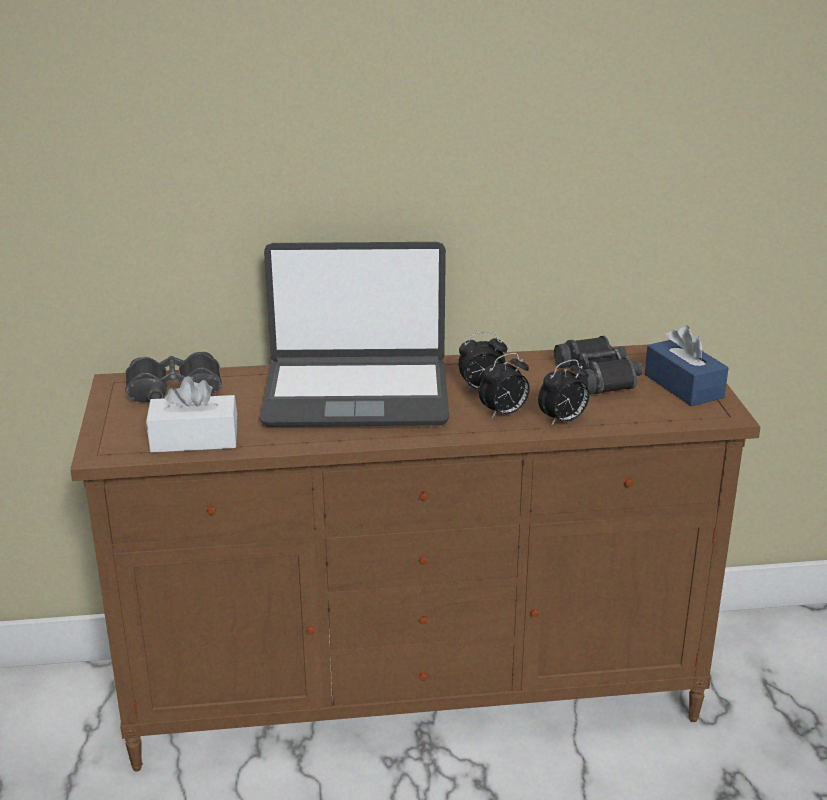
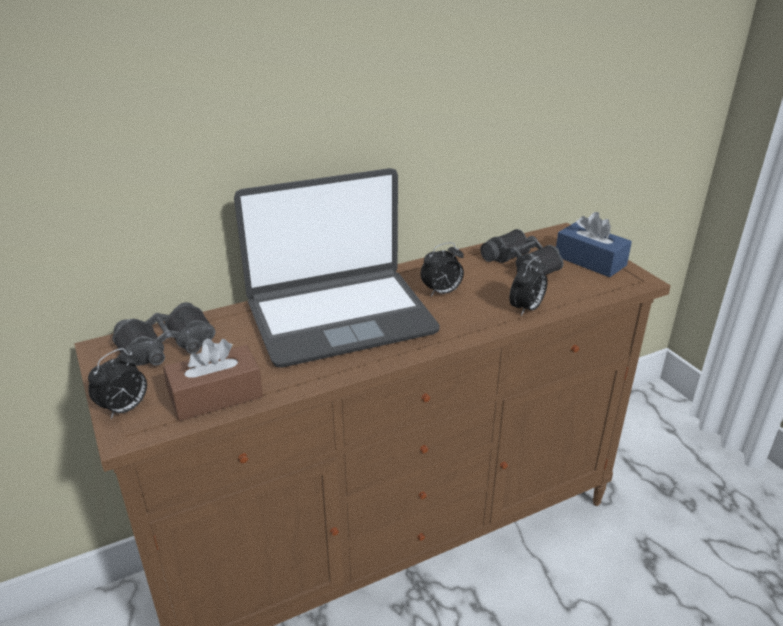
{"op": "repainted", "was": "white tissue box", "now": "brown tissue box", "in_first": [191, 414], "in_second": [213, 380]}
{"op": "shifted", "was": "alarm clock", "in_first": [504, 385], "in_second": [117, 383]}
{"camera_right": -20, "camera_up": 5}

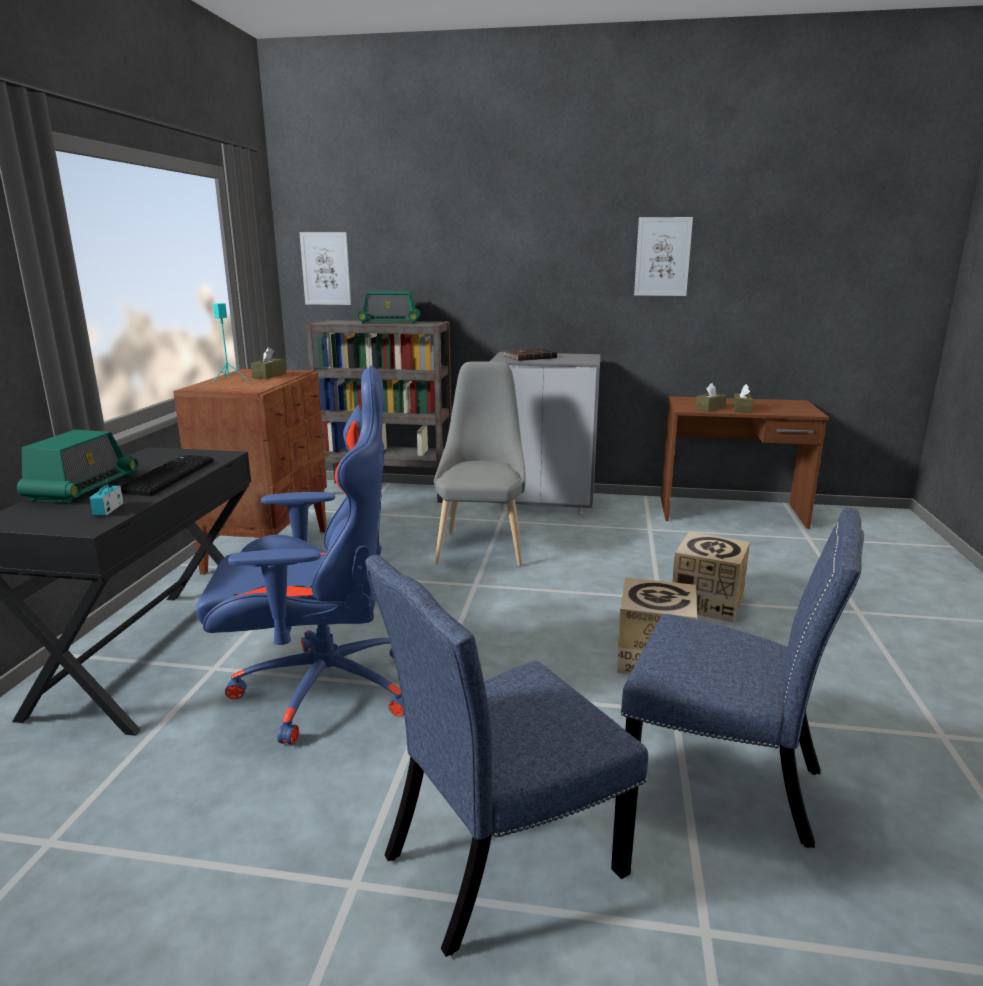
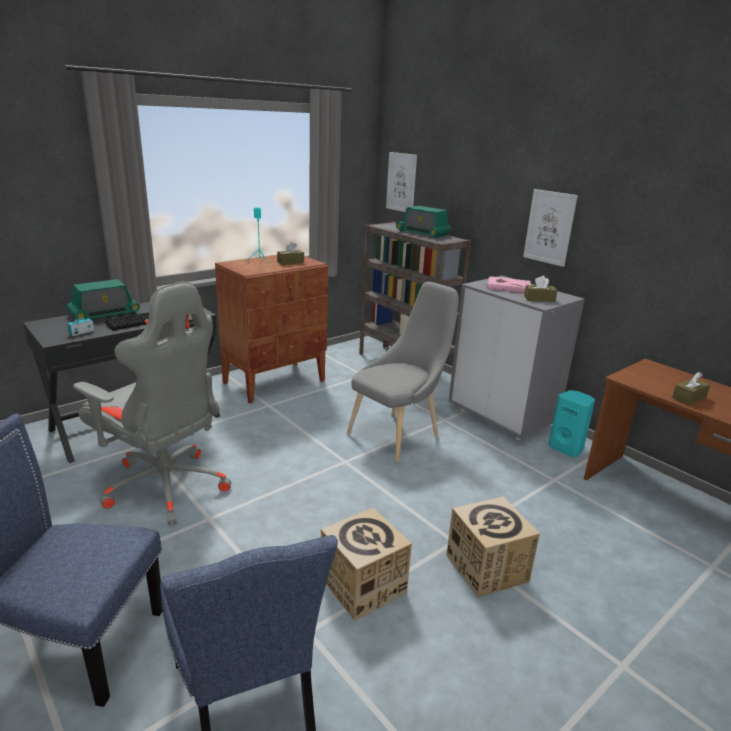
{"op": "repainted", "was": "blue office chair", "now": "grey office chair", "in_first": [300, 555], "in_second": [152, 403]}
{"op": "repainted", "was": "brown book", "now": "pink book", "in_first": [529, 354], "in_second": [508, 284]}
{"op": "shifted", "was": "picture", "in_first": [663, 256], "in_second": [550, 228]}
{"op": "shifted", "was": "brown tissue box", "in_first": [711, 397], "in_second": [541, 289]}
{"op": "new", "now": "turquoise speaker", "in_second": [572, 423]}
{"camera_right": 40, "camera_up": 5}

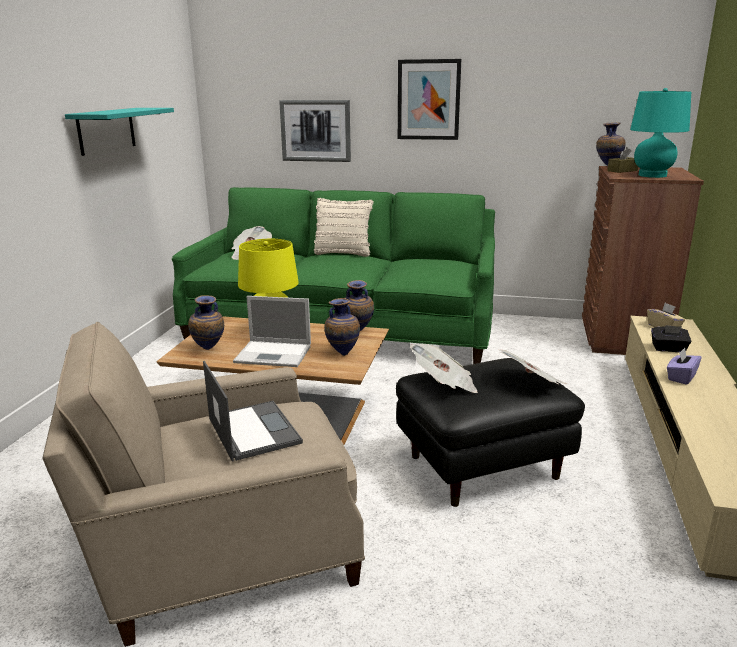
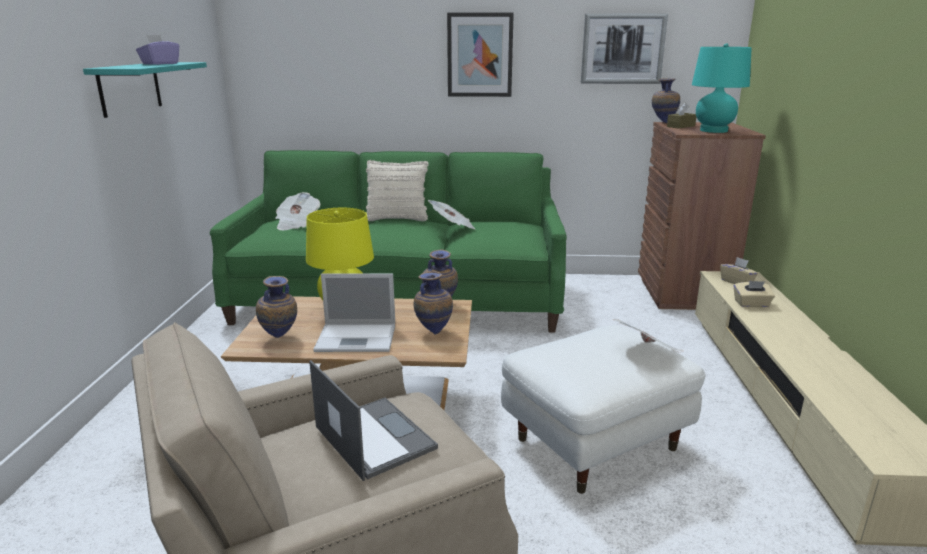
{"op": "shifted", "was": "picture", "in_first": [315, 131], "in_second": [624, 49]}
{"op": "repainted", "was": "black ottoman", "now": "white ottoman", "in_first": [490, 432], "in_second": [603, 409]}
{"op": "shifted", "was": "newspaper", "in_first": [444, 368], "in_second": [451, 214]}
{"op": "repainted", "was": "black tissue box", "now": "beige tissue box", "in_first": [671, 338], "in_second": [754, 294]}
{"op": "shifted", "was": "purple tissue box", "in_first": [684, 366], "in_second": [157, 50]}
{"camera_right": -10, "camera_up": 0}

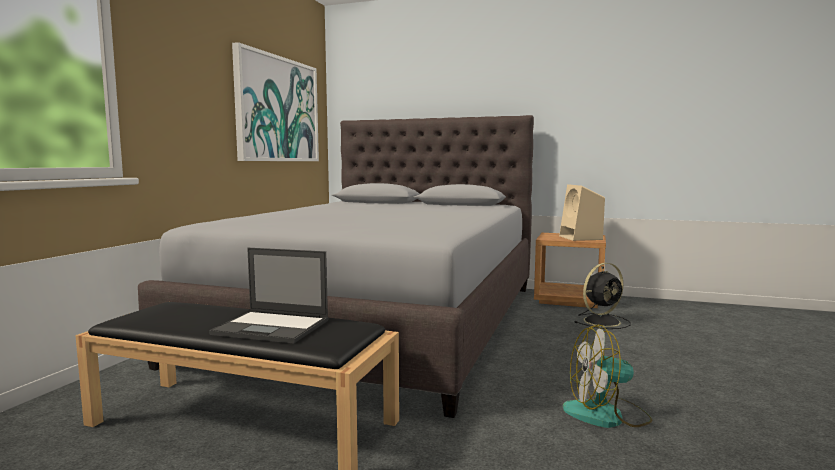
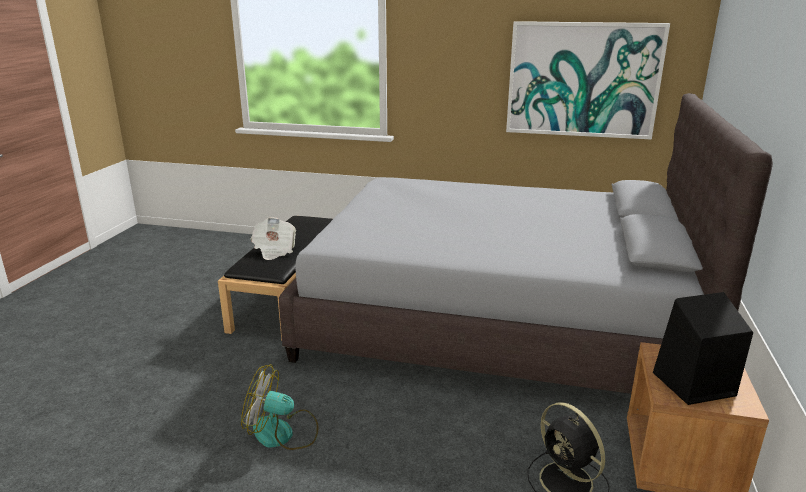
{"op": "swapped", "was": "laptop", "now": "newspaper", "in_first": [268, 295], "in_second": [273, 238]}
{"op": "repainted", "was": "beige speaker", "now": "black speaker", "in_first": [582, 212], "in_second": [703, 348]}
{"op": "rotated", "was": "fan", "in_first": [607, 376], "in_second": [279, 407], "clockwise": -75}
{"camera_right": 85, "camera_up": 15}

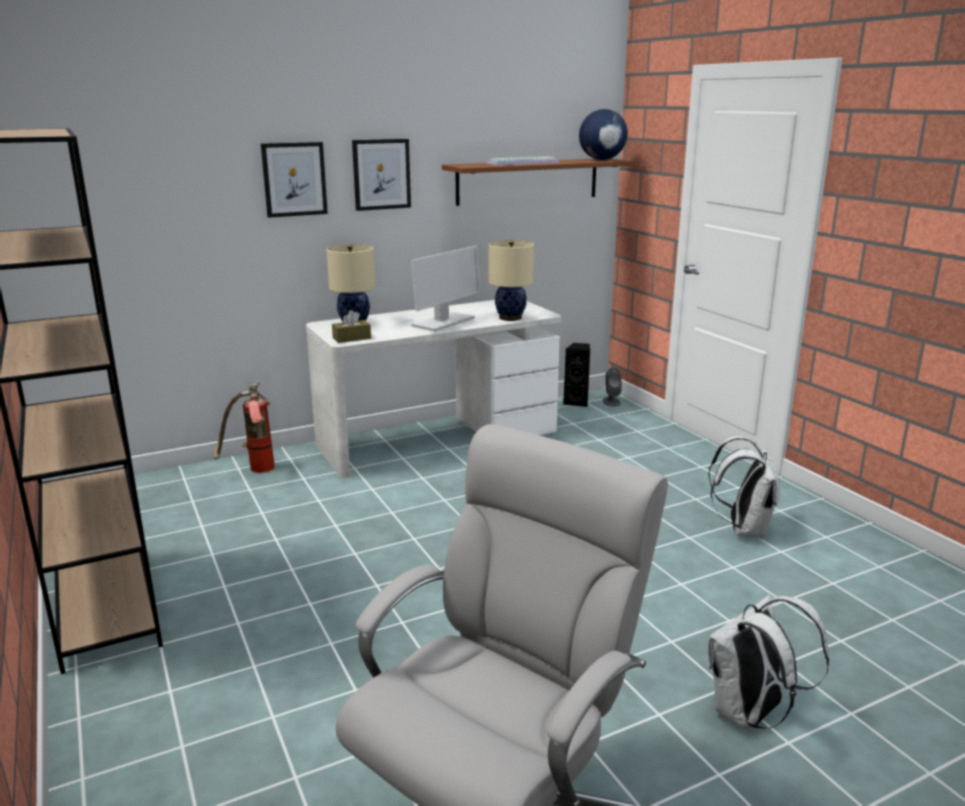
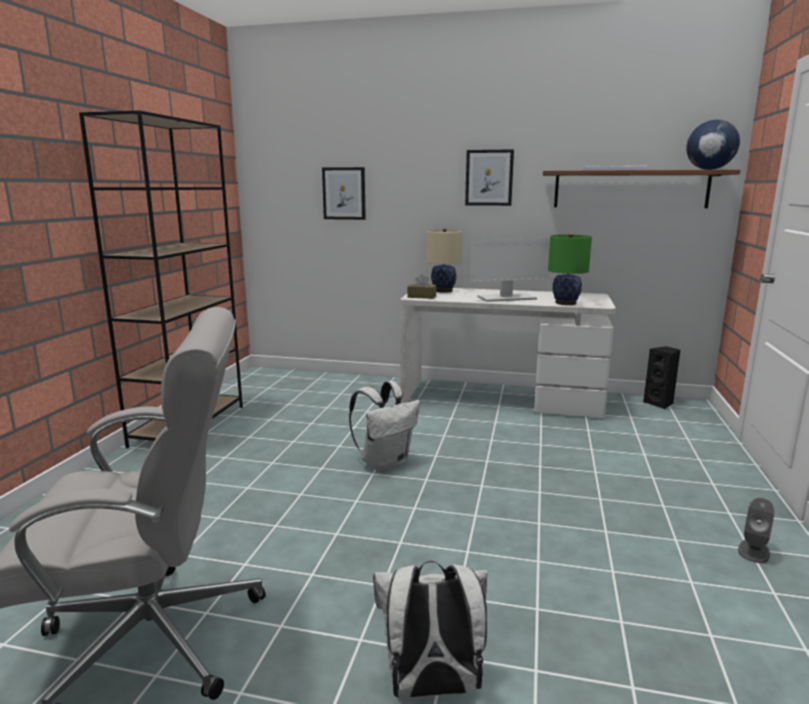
{"op": "gone", "was": "fire extinguisher", "in_first": [244, 428]}
{"op": "shifted", "was": "picture", "in_first": [294, 180], "in_second": [344, 193]}
{"op": "repainted", "was": "beige table lamp", "now": "green table lamp", "in_first": [511, 280], "in_second": [570, 269]}
{"op": "shifted", "was": "grey speaker", "in_first": [612, 386], "in_second": [756, 530]}
{"op": "shifted", "was": "white backpack", "in_first": [744, 487], "in_second": [384, 426]}
{"camera_right": 40, "camera_up": -5}

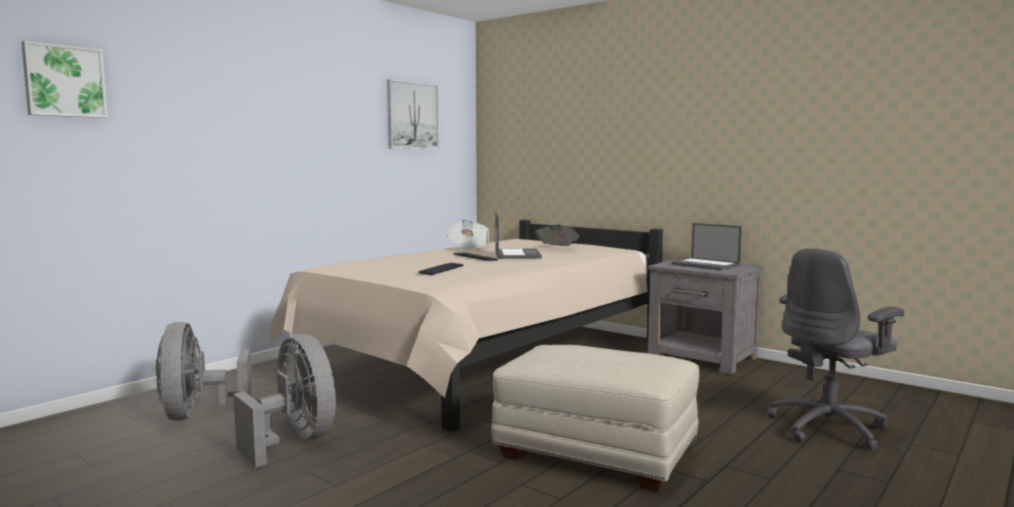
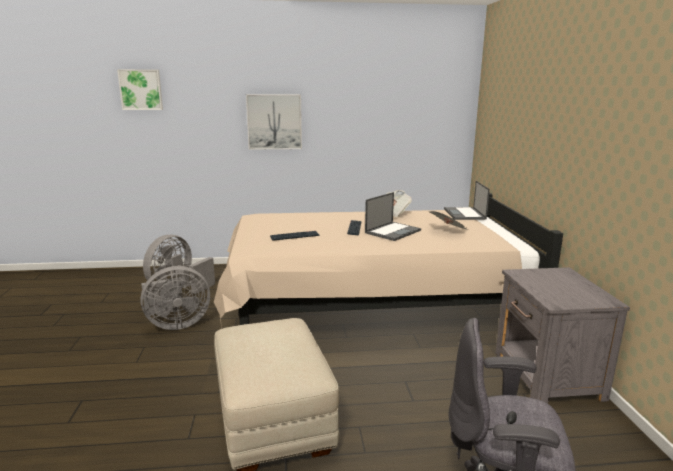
{"op": "rotated", "was": "grey fan", "in_first": [284, 401], "in_second": [175, 298], "clockwise": 60}
{"op": "shifted", "was": "picture", "in_first": [413, 114], "in_second": [274, 122]}
{"op": "shifted", "was": "laptop", "in_first": [707, 246], "in_second": [467, 200]}
{"camera_right": 45, "camera_up": 10}

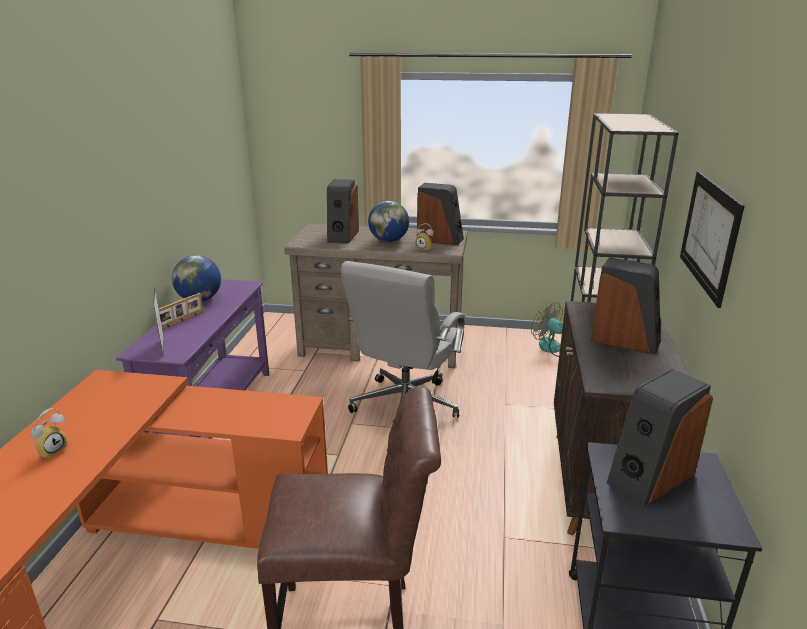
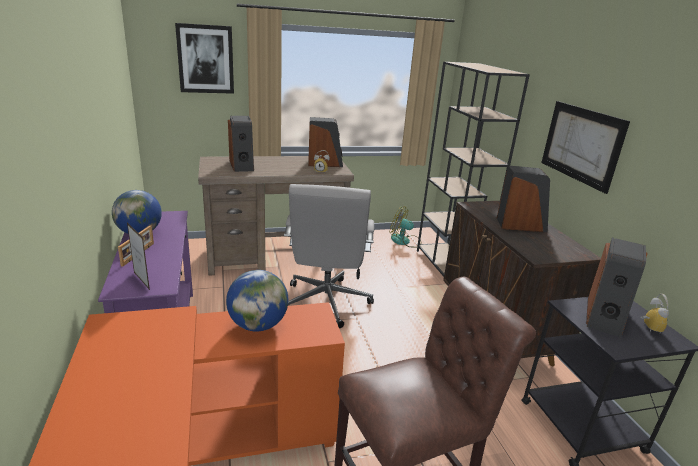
{"op": "shifted", "was": "alarm clock", "in_first": [49, 433], "in_second": [654, 313]}
{"op": "shifted", "was": "globe", "in_first": [388, 221], "in_second": [257, 300]}
{"op": "new", "now": "picture", "in_second": [204, 58]}
{"camera_right": -25, "camera_up": 0}

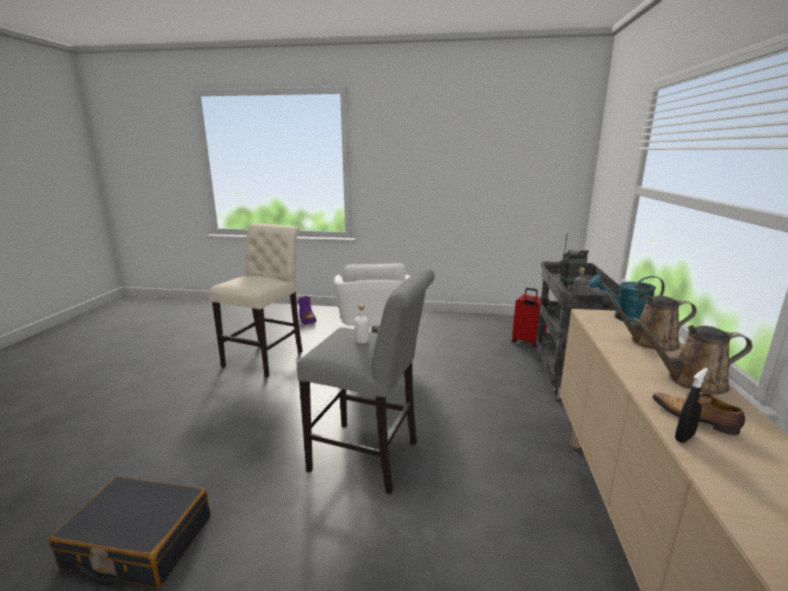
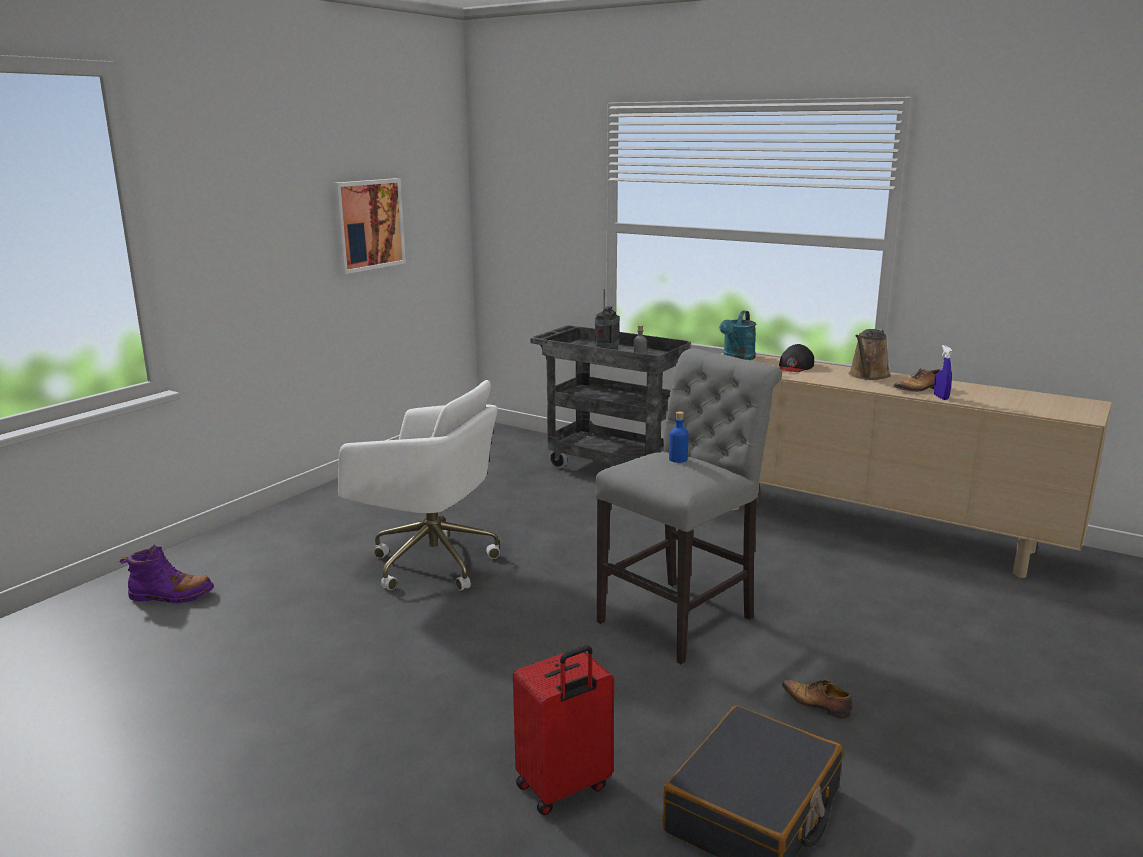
{"op": "gone", "was": "beige stool", "in_first": [256, 300]}
{"op": "repainted", "was": "white bottle", "now": "blue bottle", "in_first": [362, 323], "in_second": [679, 437]}
{"op": "shifted", "was": "red suitcase", "in_first": [531, 317], "in_second": [563, 730]}
{"op": "swapped", "was": "brown watering can", "now": "black cap", "in_first": [649, 320], "in_second": [796, 358]}
{"op": "repainted", "was": "black spray bottle", "now": "blue spray bottle", "in_first": [691, 405], "in_second": [943, 372]}
{"op": "new", "now": "picture", "in_second": [369, 226]}
{"op": "new", "now": "shoe", "in_second": [817, 699]}
{"camera_right": -65, "camera_up": 0}

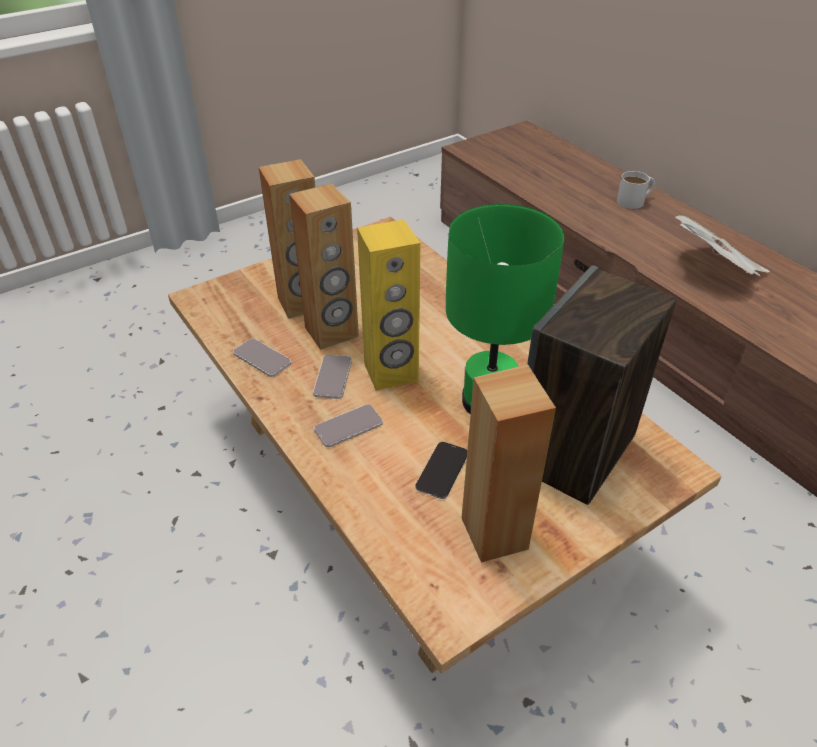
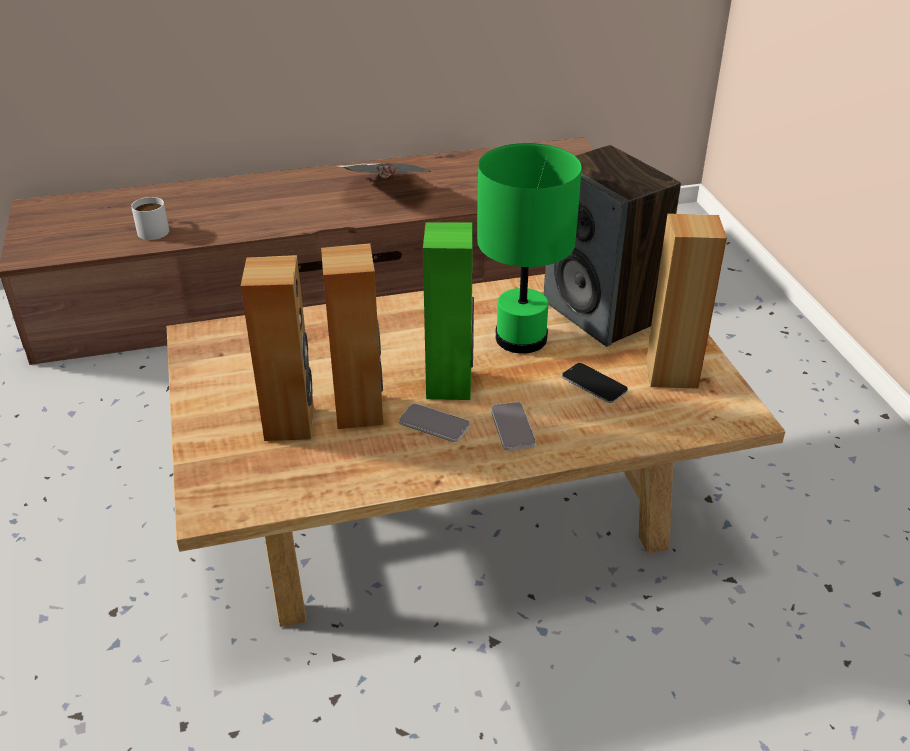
{"op": "gone", "was": "phone", "in_first": [262, 357]}
{"op": "repainted", "was": "yellow speaker", "now": "green speaker", "in_first": [388, 305], "in_second": [448, 311]}
{"op": "shifted", "was": "white mug", "in_first": [636, 190], "in_second": [150, 218]}
{"camera_right": -70, "camera_up": -5}

